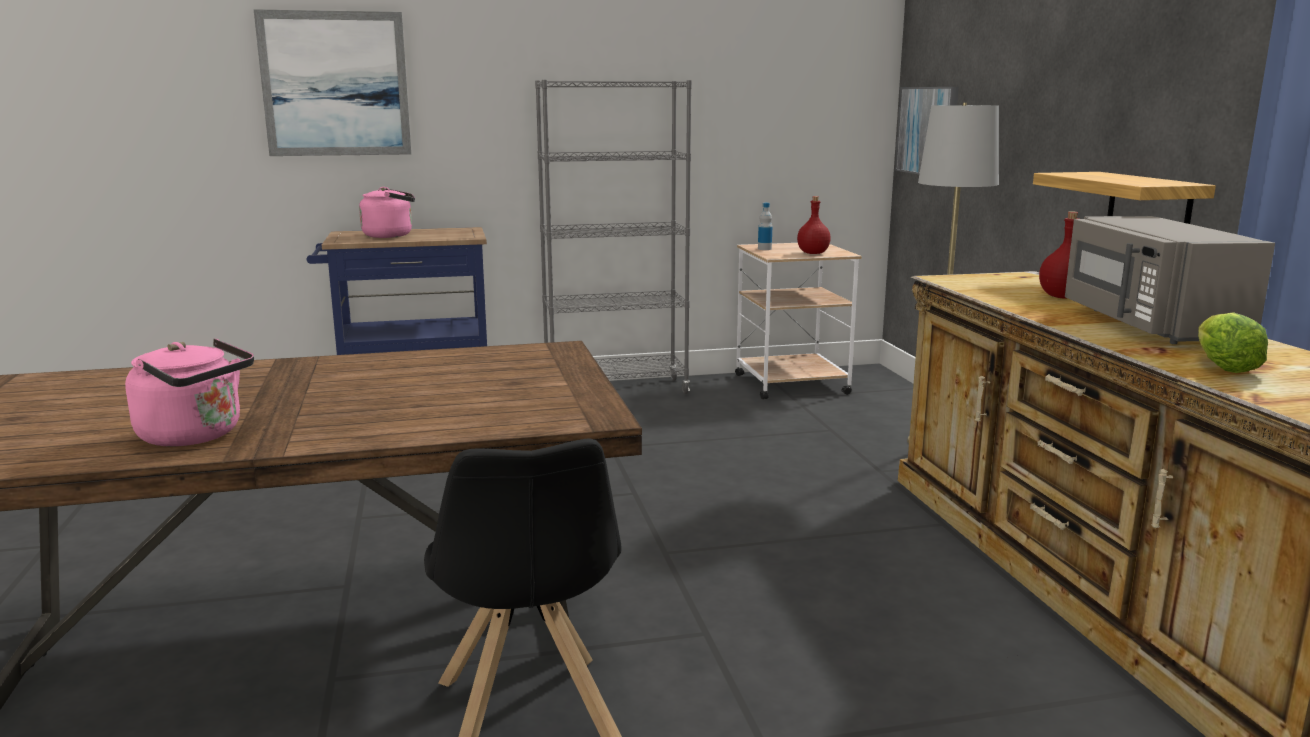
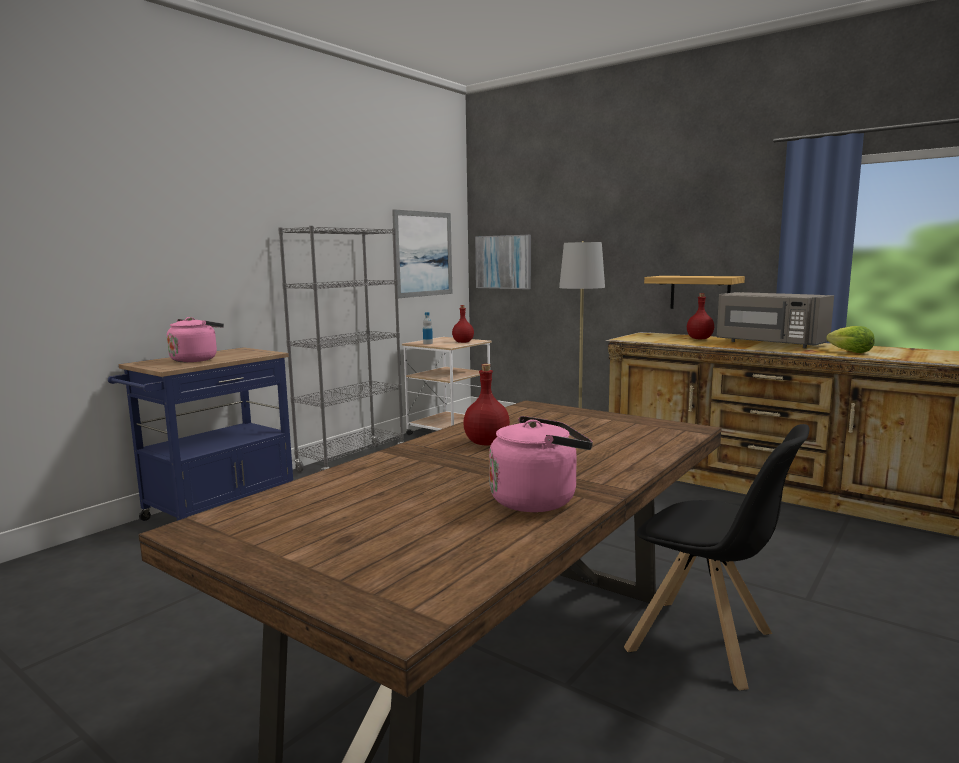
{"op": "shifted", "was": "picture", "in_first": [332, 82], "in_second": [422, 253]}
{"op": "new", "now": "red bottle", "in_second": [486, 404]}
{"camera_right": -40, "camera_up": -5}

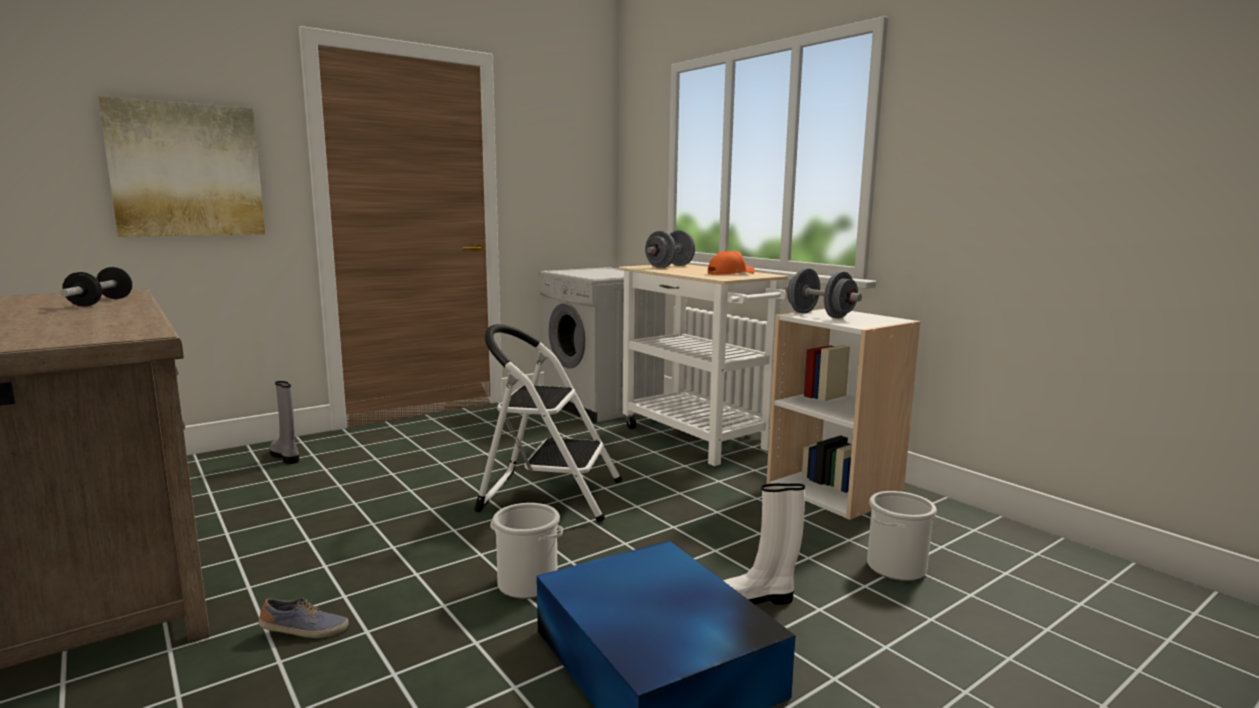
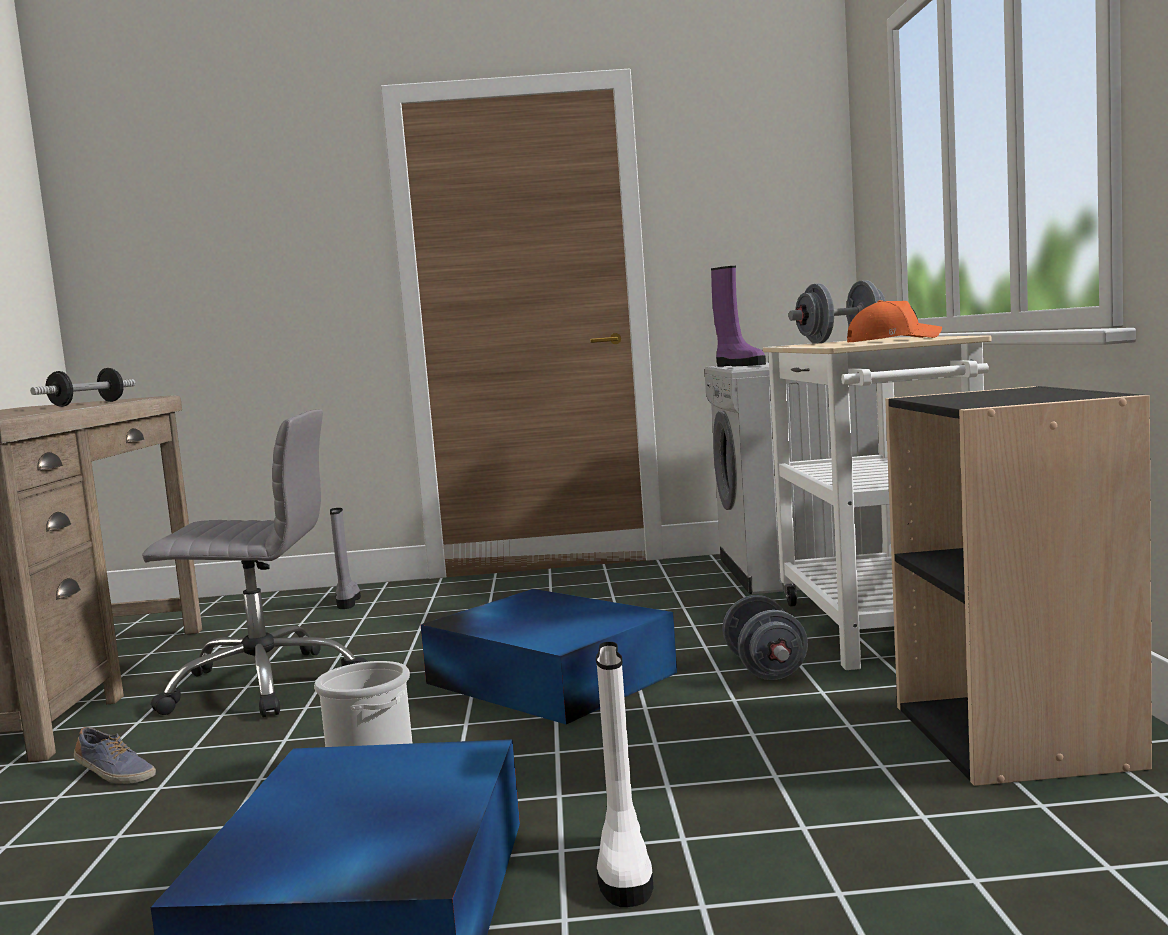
{"op": "gone", "was": "picture", "in_first": [181, 166]}
{"op": "swapped", "was": "step ladder", "now": "blue storage box", "in_first": [549, 423], "in_second": [548, 656]}
{"op": "rotated", "was": "white boot", "in_first": [764, 544], "in_second": [625, 774], "clockwise": -120}
{"op": "repainted", "was": "white bookcase", "now": "black bookcase", "in_first": [843, 414], "in_second": [1018, 586]}
{"op": "shifted", "was": "grey dumbbell", "in_first": [823, 293], "in_second": [765, 637]}
{"op": "gone", "was": "bucket", "in_first": [902, 536]}
{"op": "new", "now": "grey office chair", "in_second": [255, 563]}
{"op": "new", "now": "purple boot", "in_second": [738, 316]}
{"camera_right": 35, "camera_up": -5}

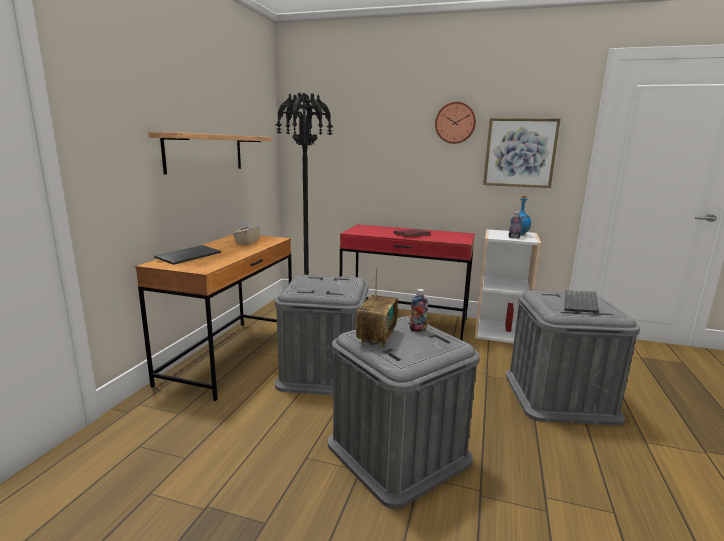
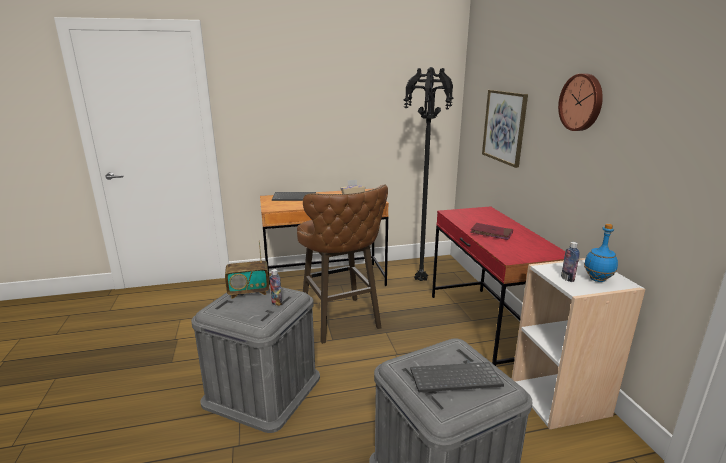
{"op": "gone", "was": "shelf", "in_first": [210, 153]}
{"op": "swapped", "was": "grey storage box", "now": "brown stool", "in_first": [322, 335], "in_second": [342, 264]}
{"op": "shifted", "was": "picture", "in_first": [522, 153], "in_second": [505, 129]}
{"camera_right": 60, "camera_up": 5}

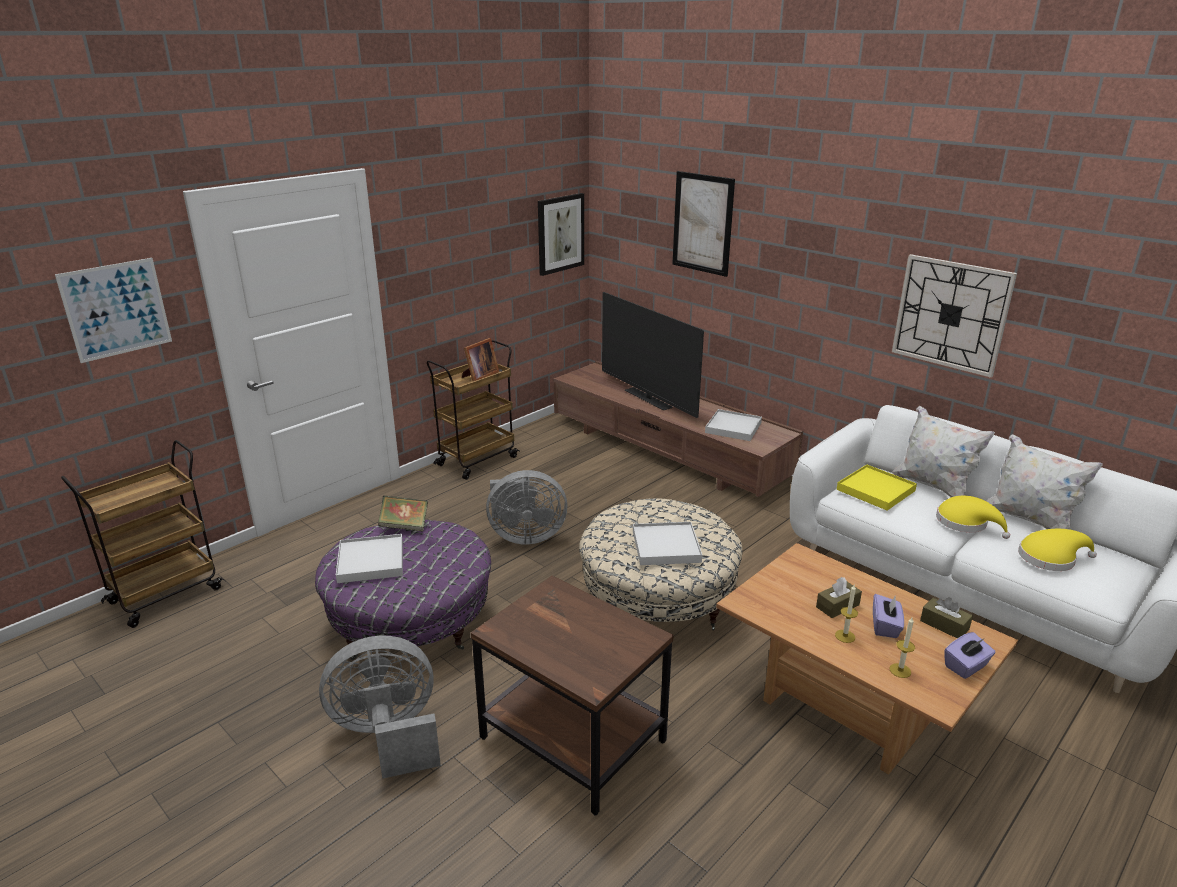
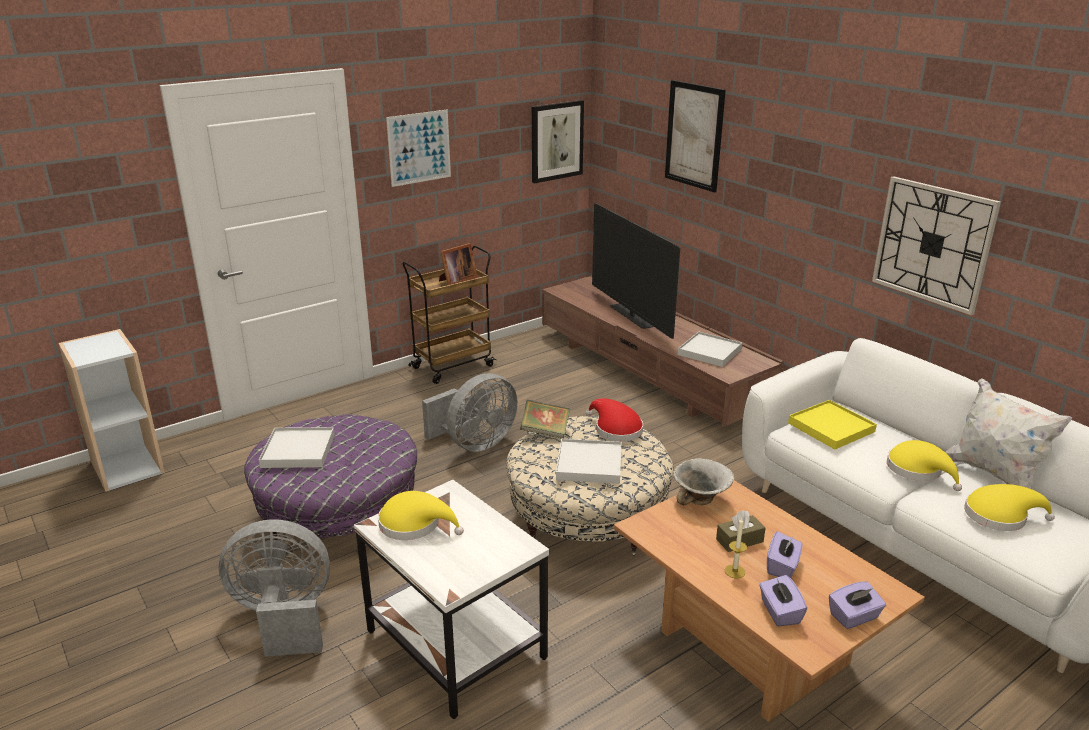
{"op": "shifted", "was": "picture", "in_first": [113, 310], "in_second": [418, 148]}
{"op": "swapped", "was": "brown cart", "now": "bookcase", "in_first": [143, 534], "in_second": [111, 410]}
{"op": "shifted", "was": "book", "in_first": [403, 513], "in_second": [545, 419]}
{"op": "repainted", "was": "brown side table", "now": "white side table", "in_first": [572, 695], "in_second": [451, 599]}
{"op": "rotated", "was": "grey fan", "in_first": [527, 507], "in_second": [470, 412], "clockwise": -45}
{"op": "swapped", "was": "candle", "now": "purple tissue box", "in_first": [902, 647], "in_second": [783, 601]}
{"op": "gone", "was": "white pillow", "in_first": [943, 452]}
{"op": "gone", "was": "brown tissue box", "in_first": [946, 617]}
{"op": "new", "now": "yellow hat", "in_second": [421, 515]}
{"op": "new", "now": "red hat", "in_second": [614, 420]}
{"op": "new", "now": "bowl", "in_second": [703, 481]}
{"camera_right": 10, "camera_up": 0}

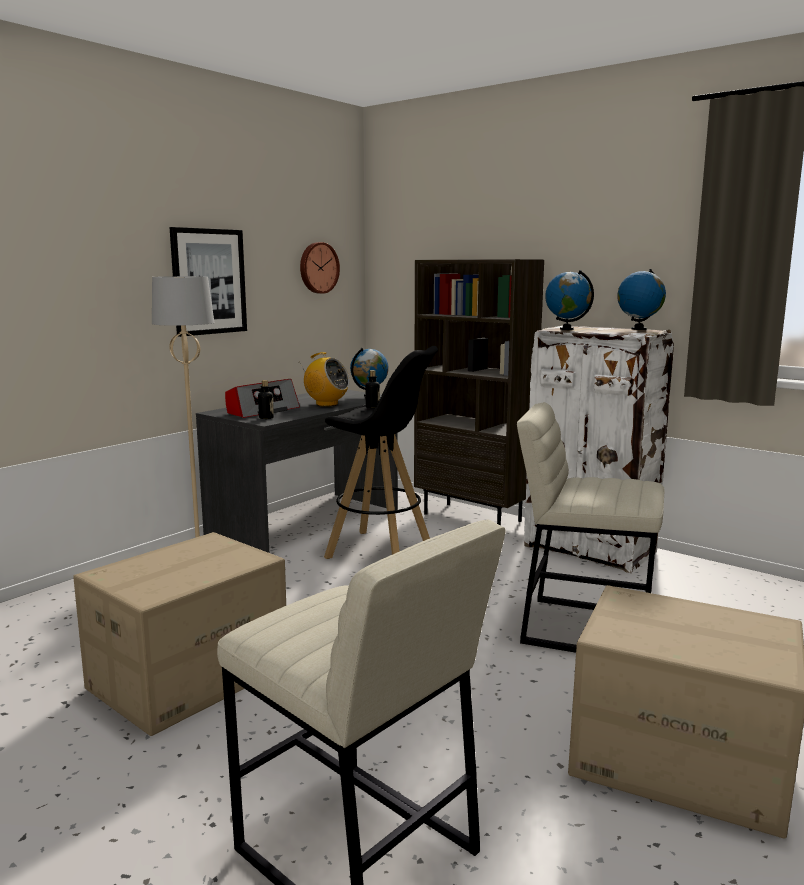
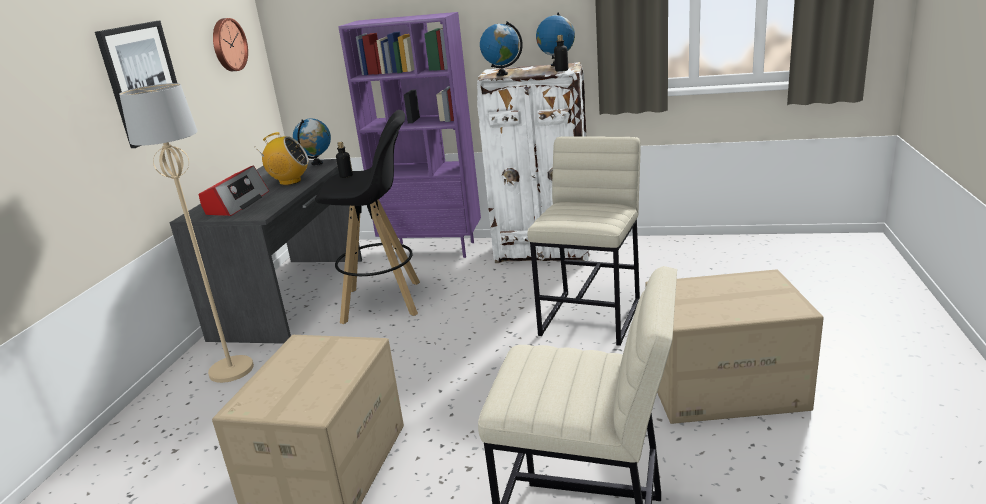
{"op": "shifted", "was": "bottle", "in_first": [266, 399], "in_second": [561, 53]}
{"op": "repainted", "was": "brown bookcase", "now": "purple bookcase", "in_first": [479, 392], "in_second": [409, 135]}
{"op": "rotated", "was": "beige chair", "in_first": [591, 527], "in_second": [584, 241], "clockwise": 120}
{"camera_right": -25, "camera_up": 10}

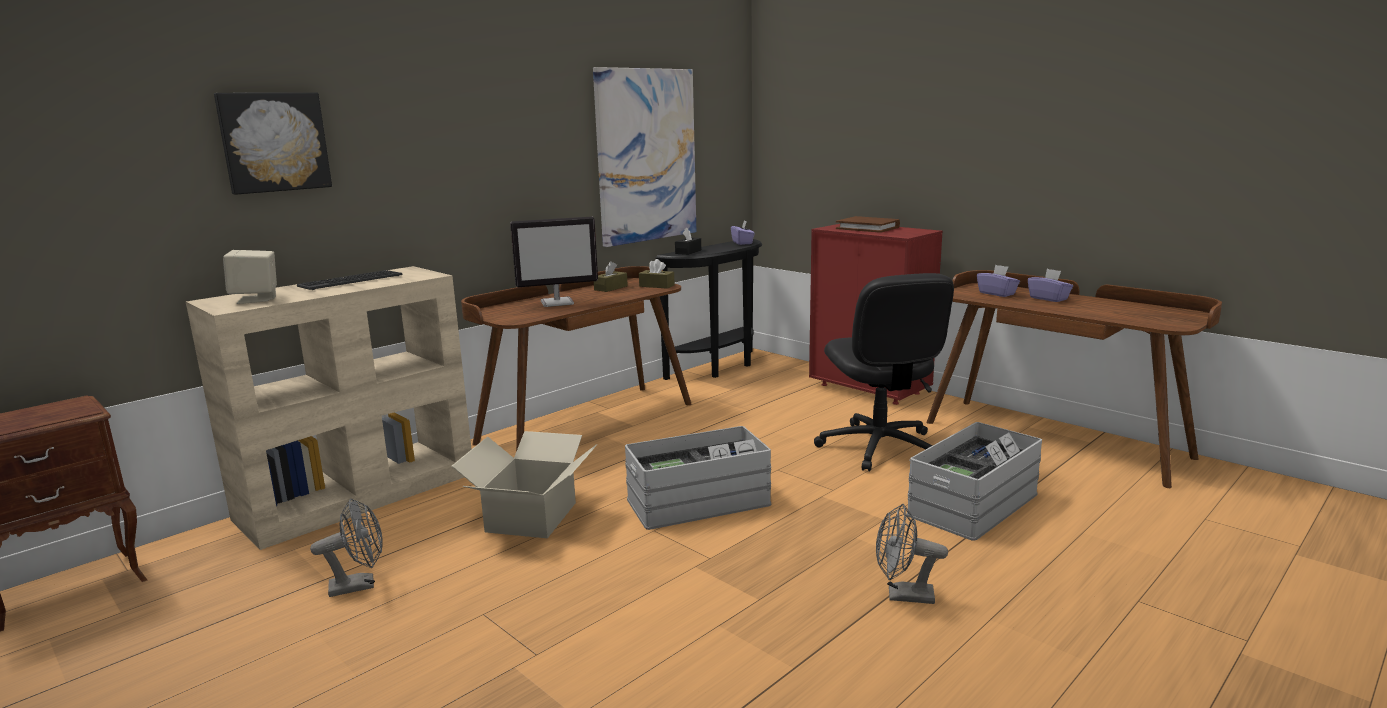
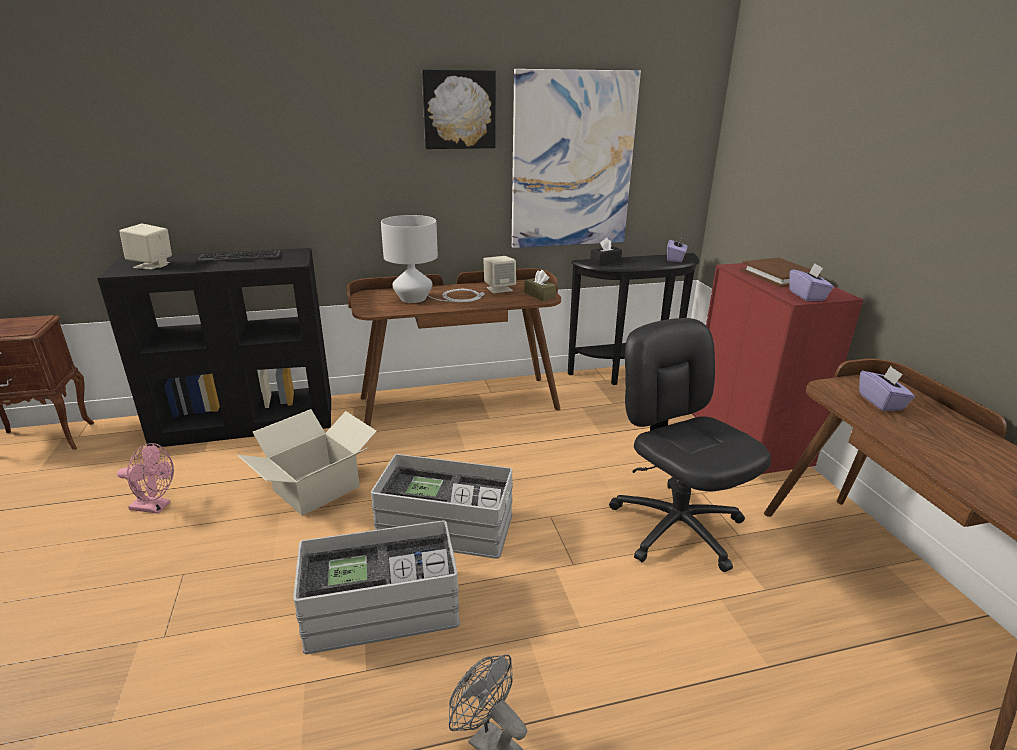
{"op": "repainted", "was": "beige bookcase", "now": "black bookcase", "in_first": [328, 408], "in_second": [214, 347]}
{"op": "shifted", "was": "picture", "in_first": [273, 143], "in_second": [459, 109]}
{"op": "repainted", "was": "grey fan", "now": "pink fan", "in_first": [346, 548], "in_second": [145, 478]}
{"op": "swapped", "was": "monitor", "now": "white table lamp", "in_first": [554, 262], "in_second": [433, 259]}
{"op": "swapped", "was": "brown tissue box", "now": "beige speaker", "in_first": [611, 276], "in_second": [499, 274]}
{"op": "rotated", "was": "black office chair", "in_first": [884, 372], "in_second": [690, 445], "clockwise": 135}
{"op": "shifted", "was": "grey storage box", "in_first": [974, 481], "in_second": [376, 587]}
{"op": "shifted", "was": "purple tissue box", "in_first": [1050, 285], "in_second": [811, 282]}
{"camera_right": 30, "camera_up": 10}

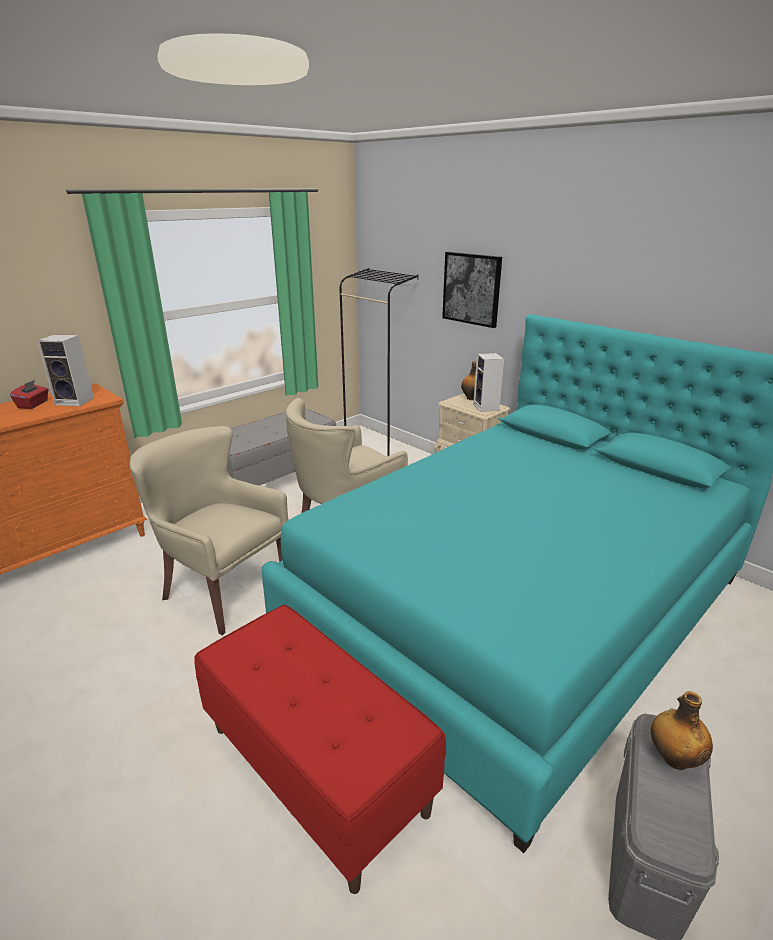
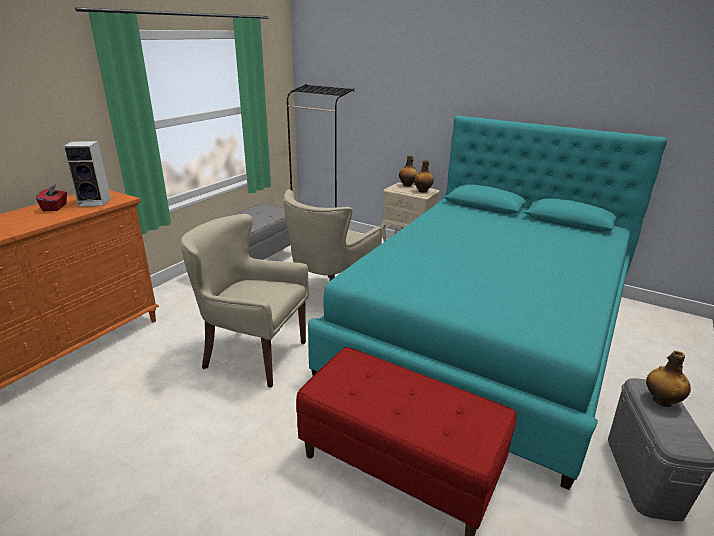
{"op": "gone", "was": "picture", "in_first": [472, 290]}
{"op": "swapped", "was": "speaker", "now": "bottle", "in_first": [488, 382], "in_second": [424, 176]}
{"camera_right": -15, "camera_up": 0}

